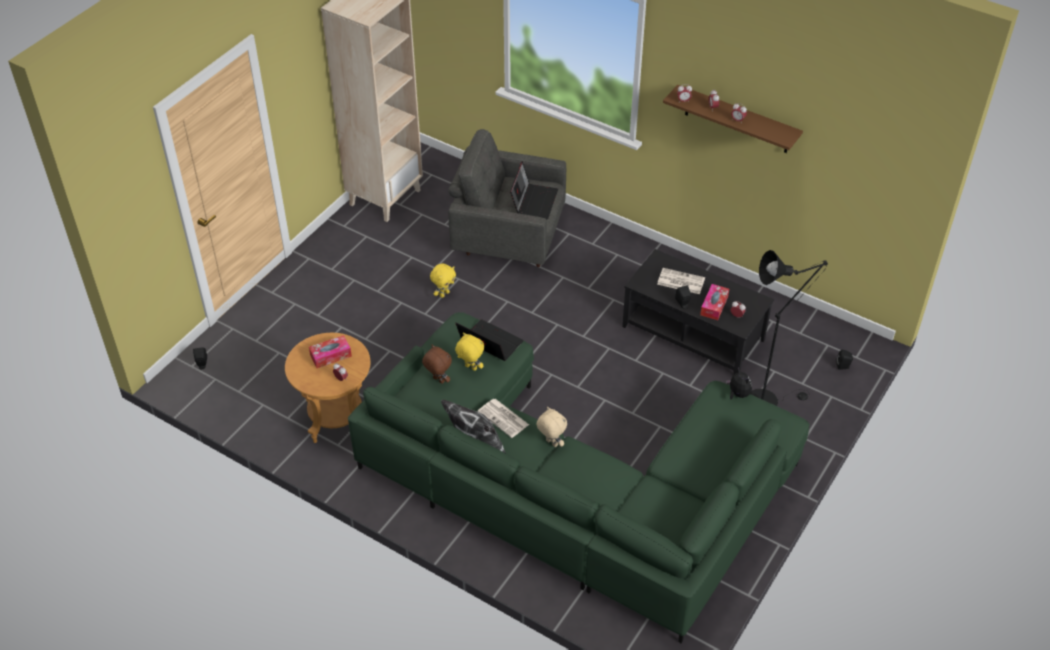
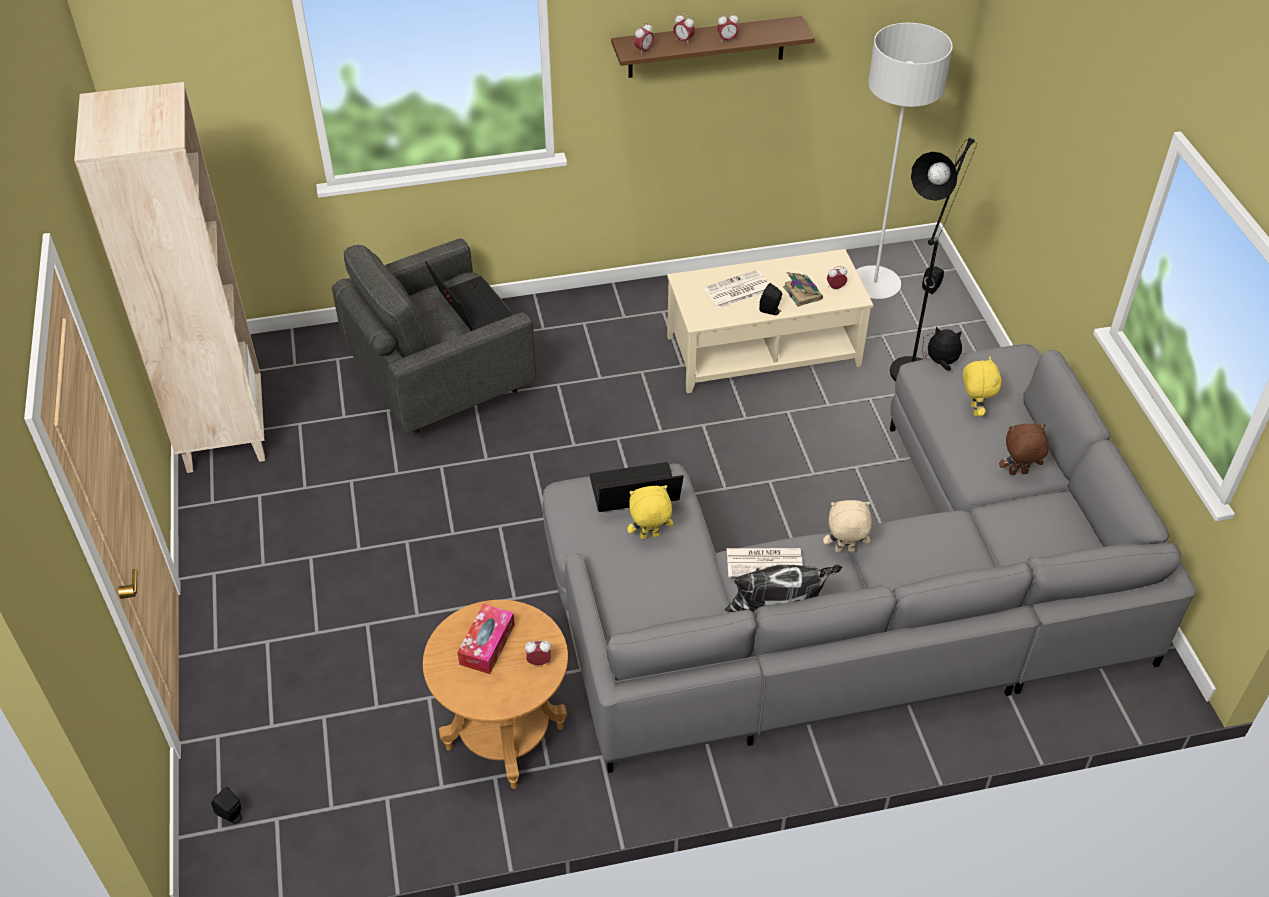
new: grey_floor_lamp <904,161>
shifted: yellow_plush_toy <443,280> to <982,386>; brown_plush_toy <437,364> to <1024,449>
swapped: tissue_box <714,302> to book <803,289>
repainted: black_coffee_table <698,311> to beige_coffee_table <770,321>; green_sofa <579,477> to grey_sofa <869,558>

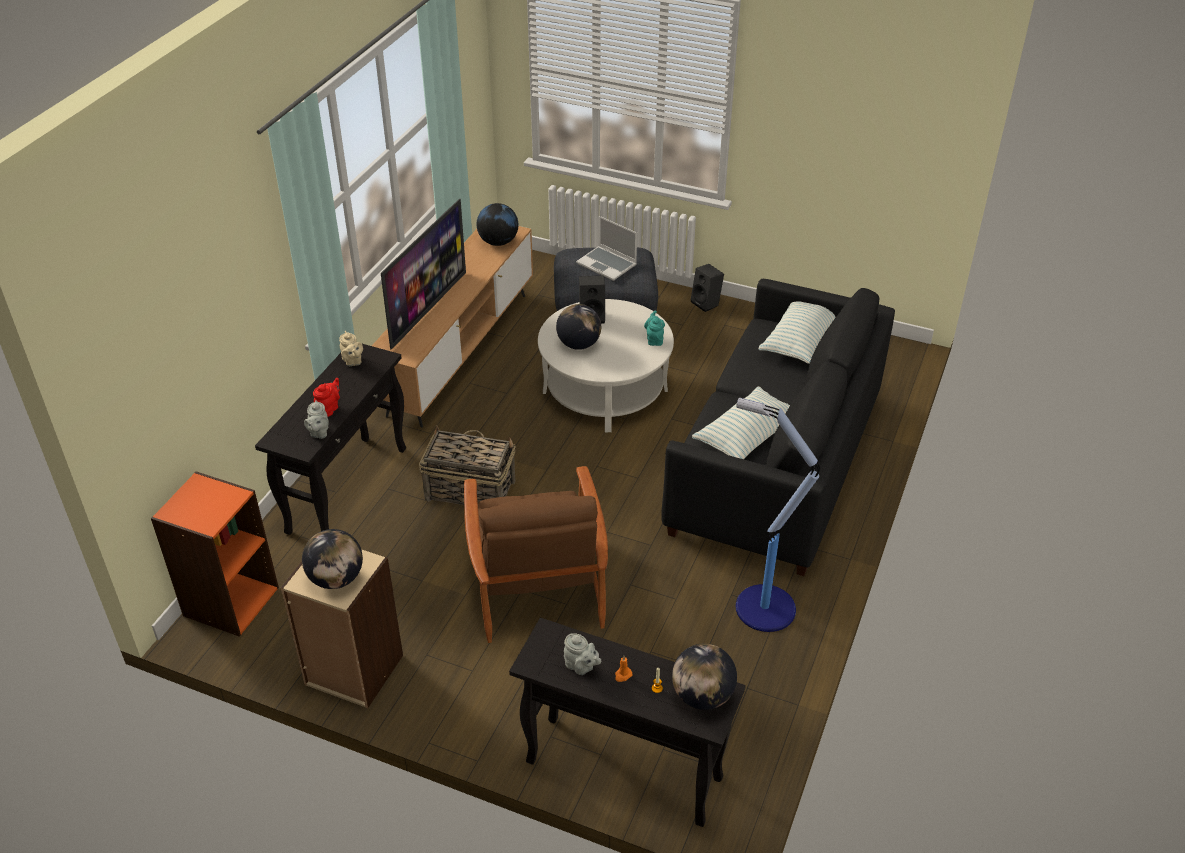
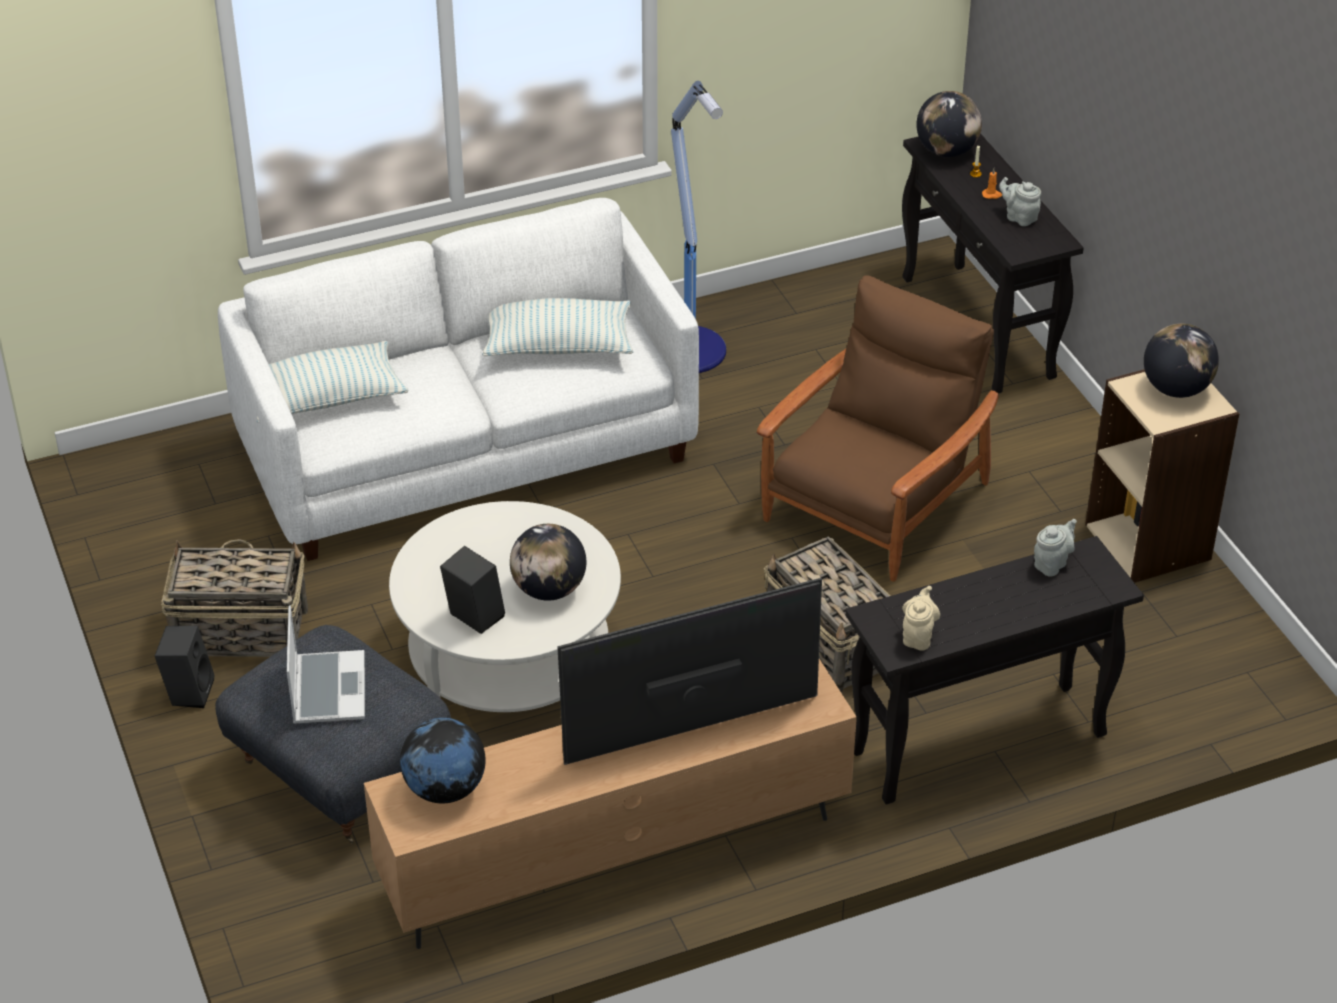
gone: turquoise_teapot <654,328>; red_teapot <326,397>; orange_bookcase <215,554>
new: basket <234,598>
repainted: black_sofa <778,427> to white_sofa <458,379>
rotated: grey_teapot <582,654> = <1020,201> 45 degrees counterclockwise

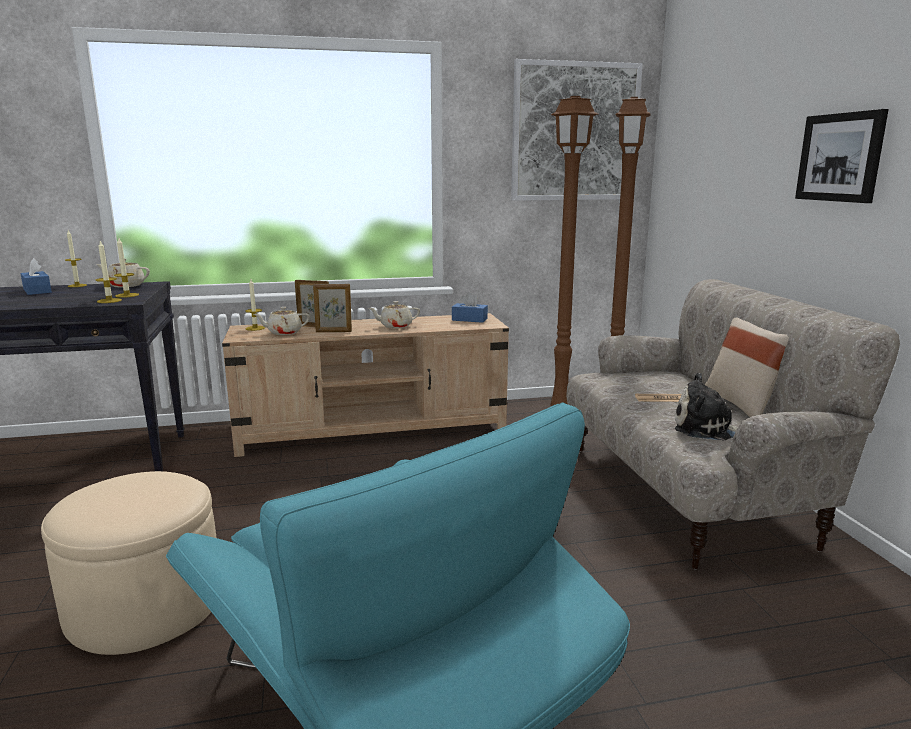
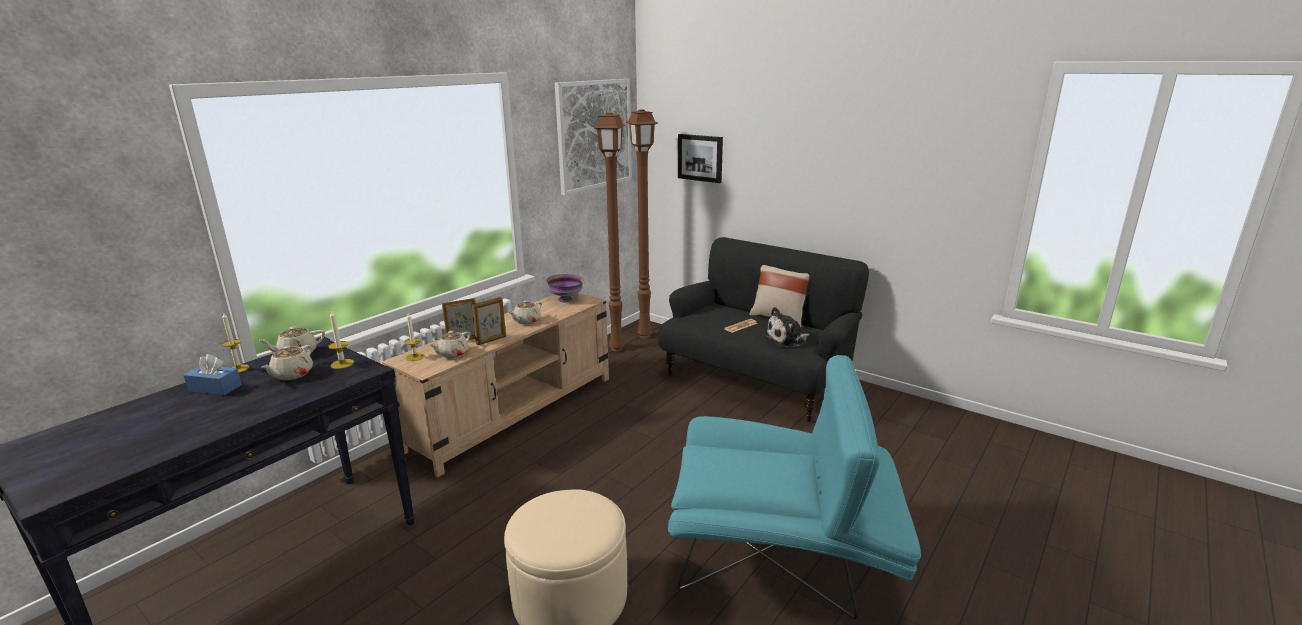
gone: candle <109,272>
new: beige_teapot <287,362>
shifted: picture <842,156> to <700,158>
swapped: blue_tissue_box <470,307> to purple_bowl <565,288>
repainted: beige_sofa <733,424> to black_sofa <763,329>

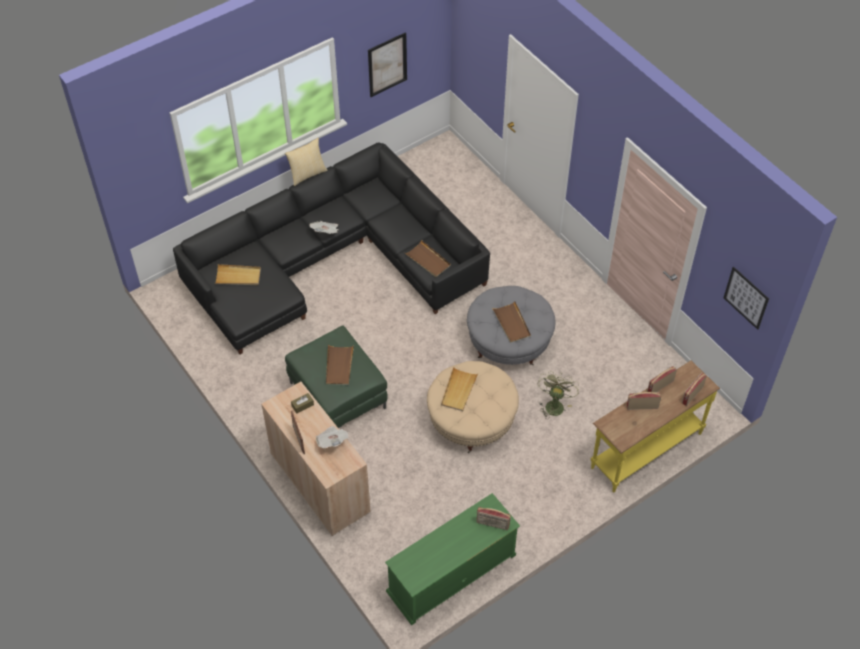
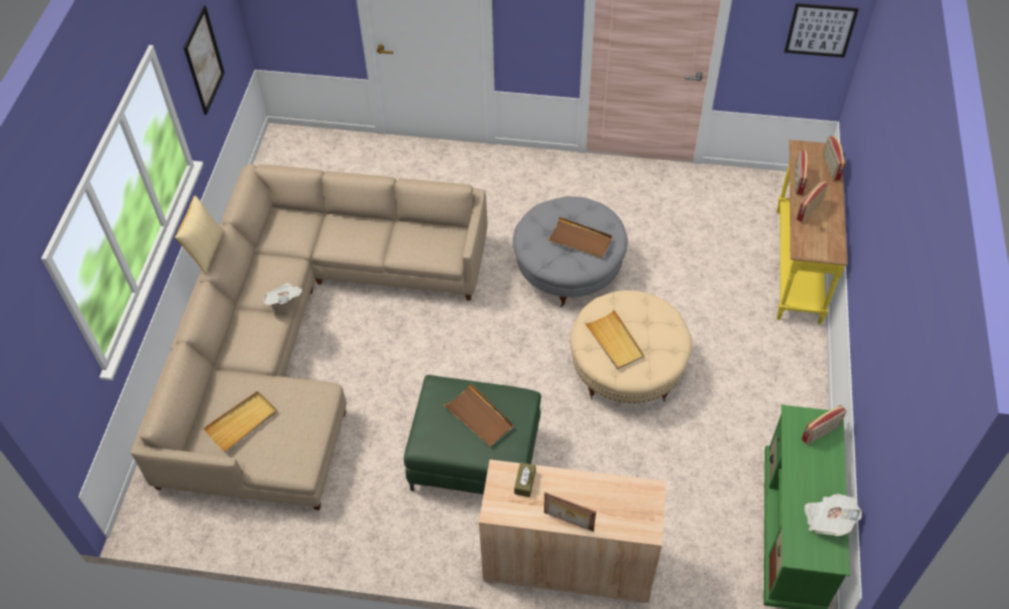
gone: brown_tray <428,258>; green_fan <558,394>
shifted: newspaper <332,437> to <833,515>
repainted: black_sofa <331,248> to beige_sofa <309,337>

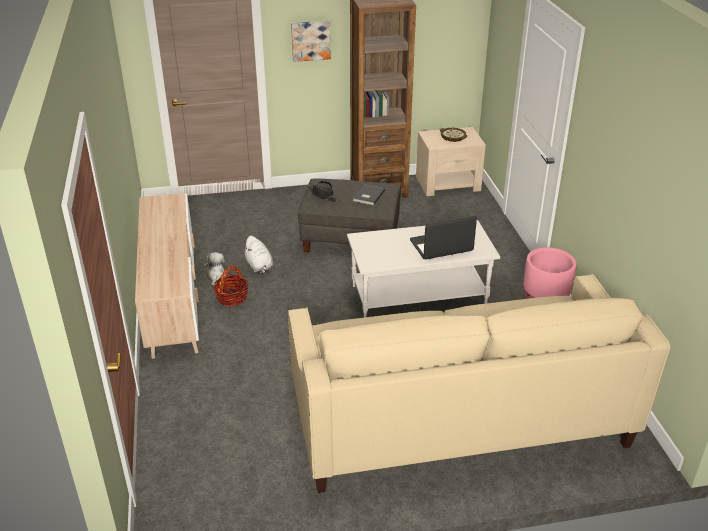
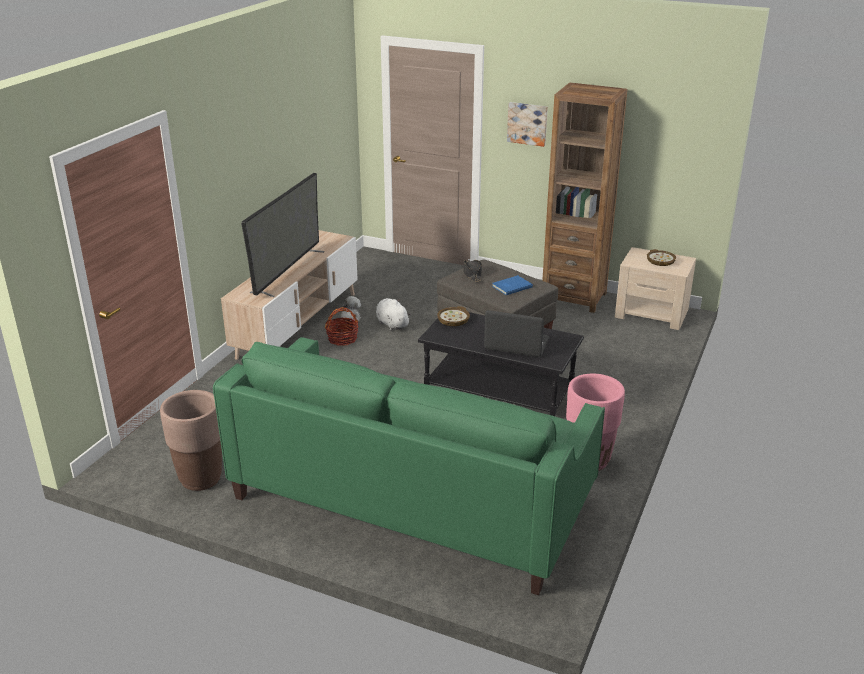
new: television <282,235>; bowl <453,316>; brown_planter <191,440>
repainted: grey_book <368,195> to blue_book <512,285>; white_coffee_table <423,269> to black_coffee_table <501,364>; beige_sofa <479,383> to green_sofa <409,466>
rotated: white_plush_toy <258,255> = <393,314> 135 degrees clockwise

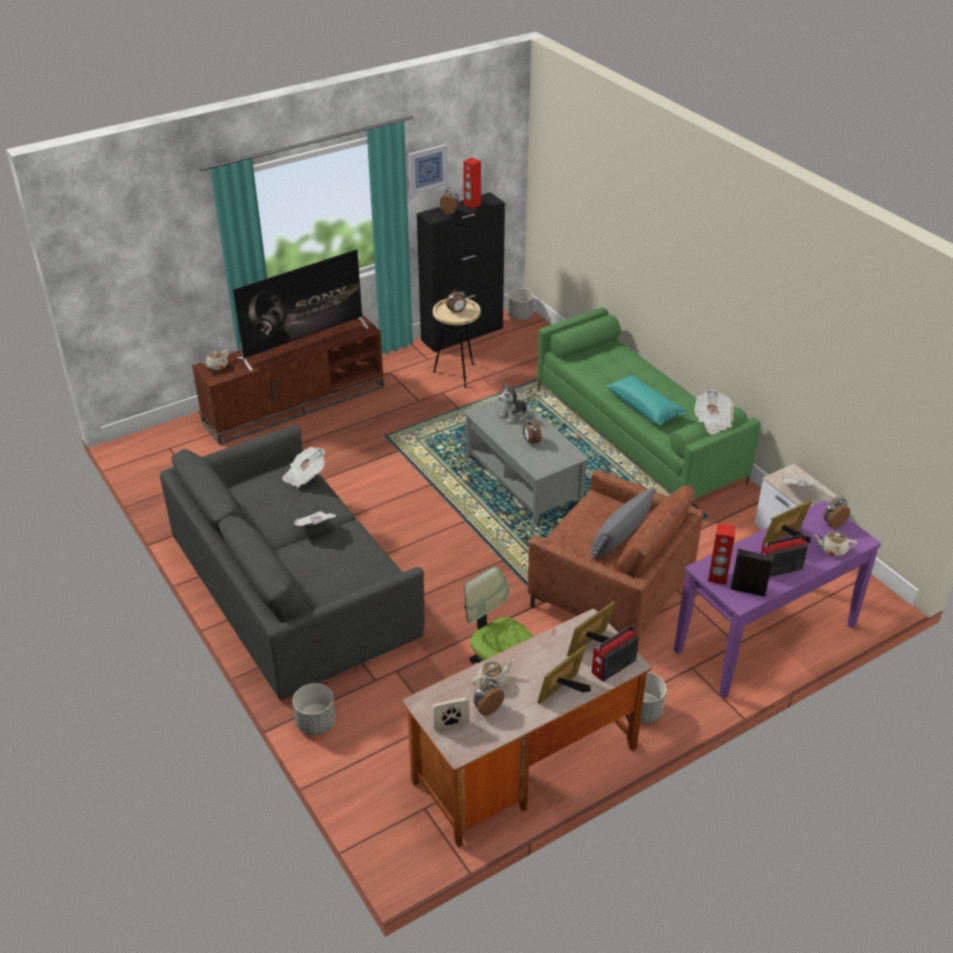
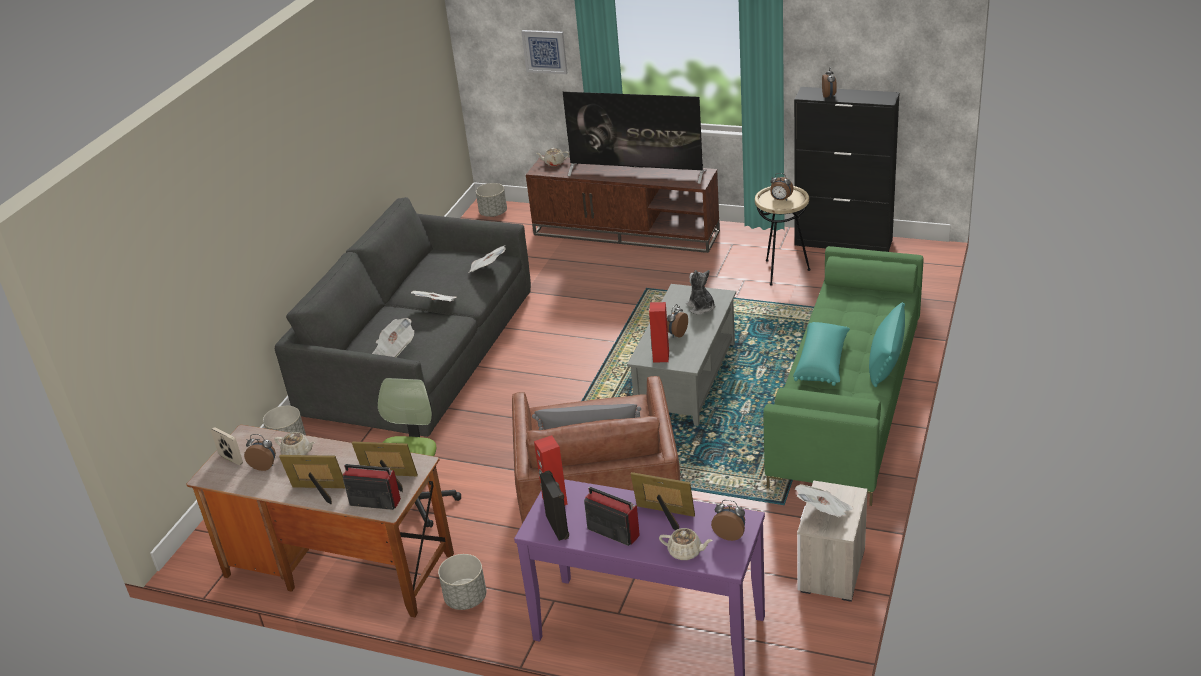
new: turquoise_pillow <887,344>
shifted: picture <428,169> to <544,52>; red_speaker <472,183> to <659,332>; grey_planter <520,304> to <491,200>; newspaper <713,411> to <393,337>
rotated: plush_toy <514,404> = <700,292> 45 degrees clockwise; beige_teapot <835,544> = <686,544> 135 degrees clockwise

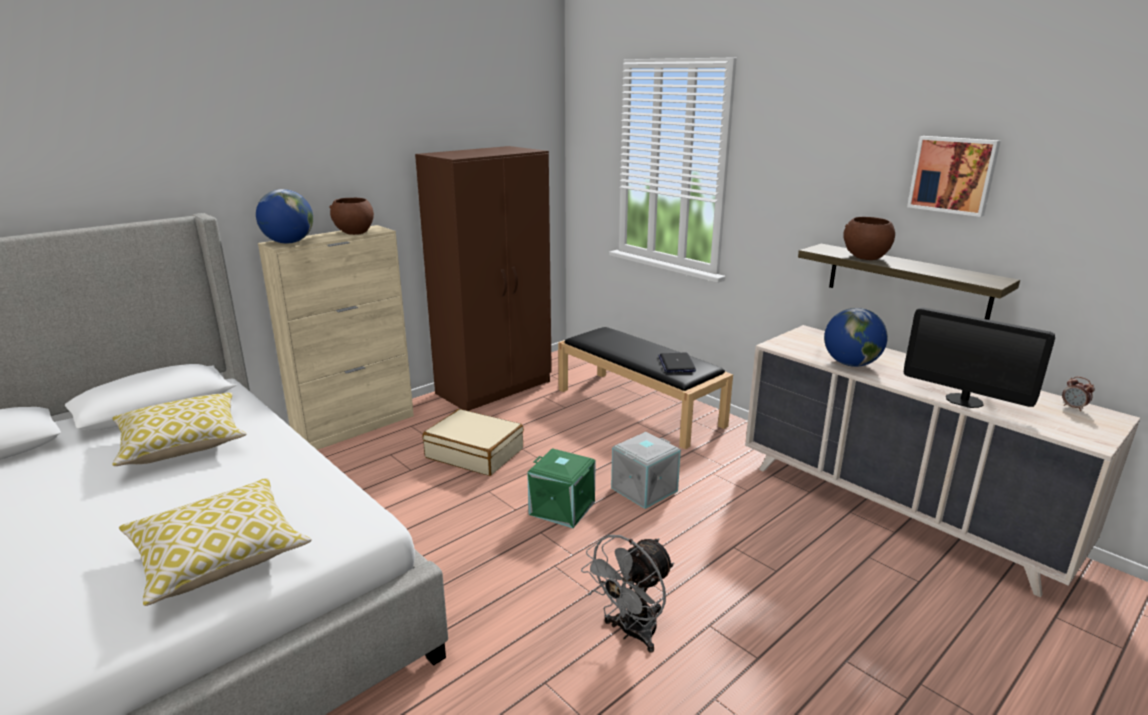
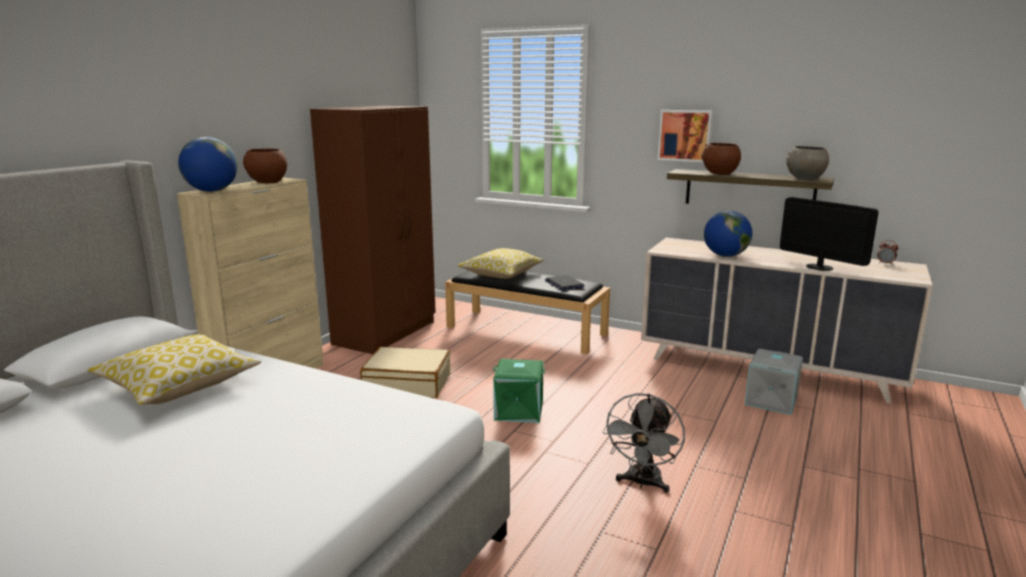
new: grey_bowl <807,163>
shifted: picture <954,176> to <685,136>; grey_storage_box <646,470> to <774,382>; pillow <215,542> to <500,263>
rotated: monitor <979,357> = <829,234> 150 degrees counterclockwise

